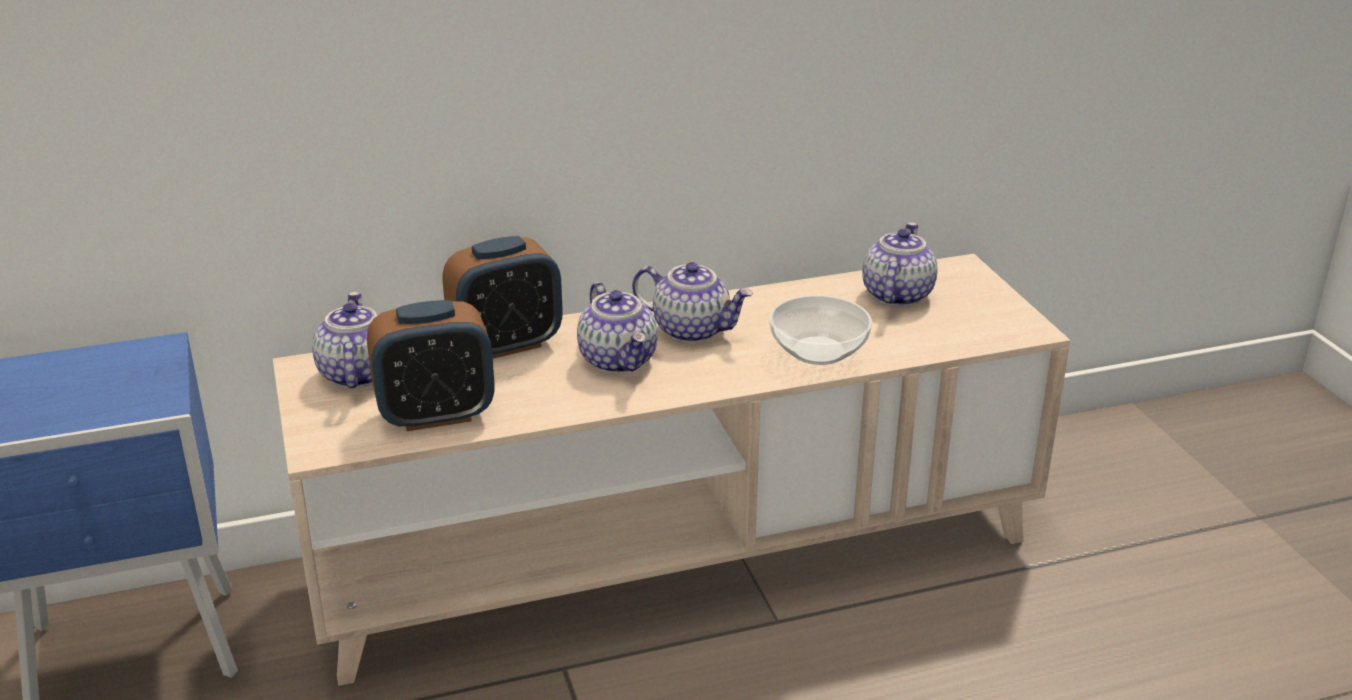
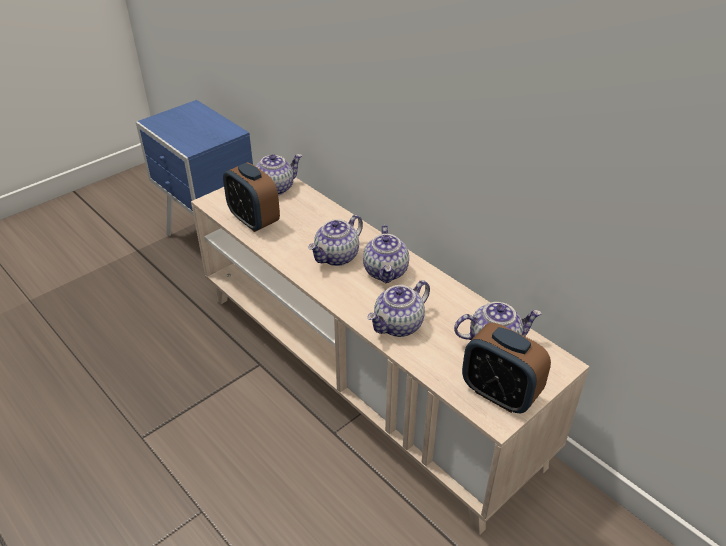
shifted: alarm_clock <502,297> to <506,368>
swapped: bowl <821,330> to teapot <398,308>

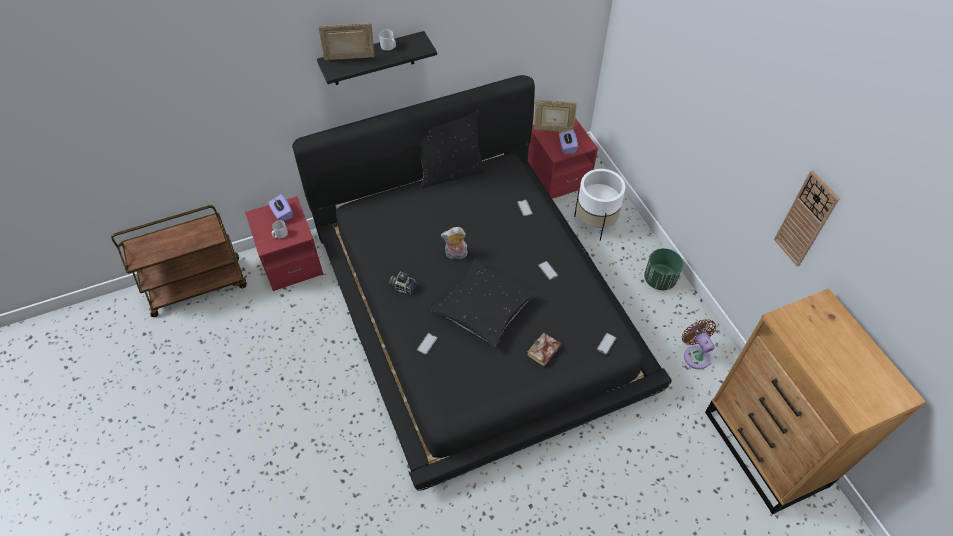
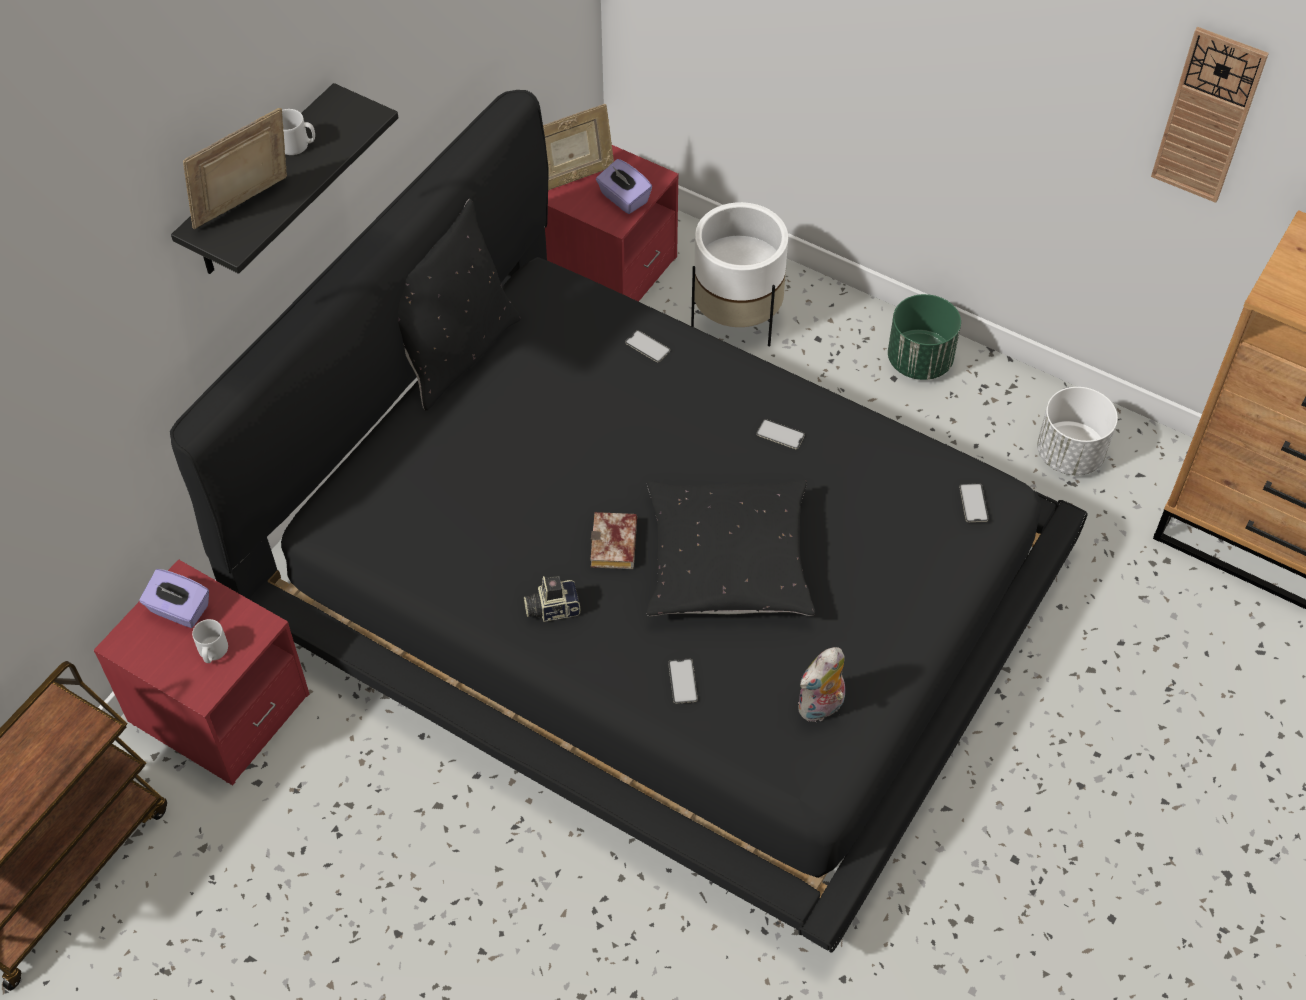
shifted: plush_toy <454,243> to <821,685>; book <544,349> to <613,540>
swapped: brown_fan <699,344> to white_planter <1077,431>

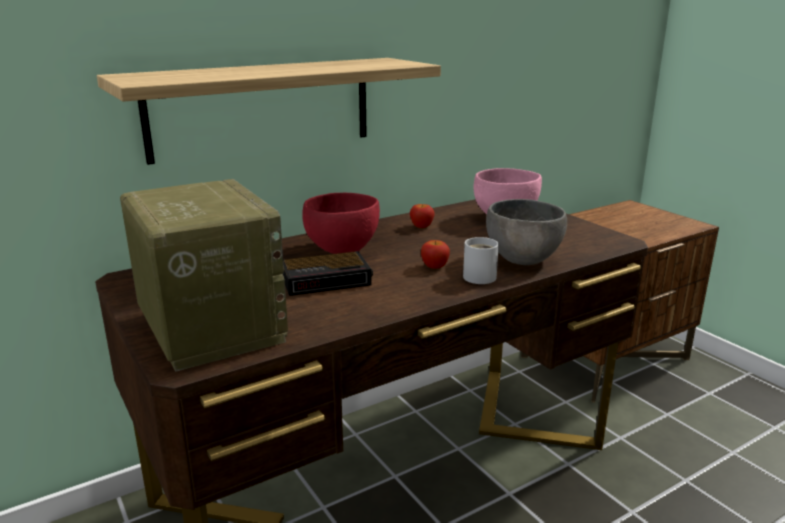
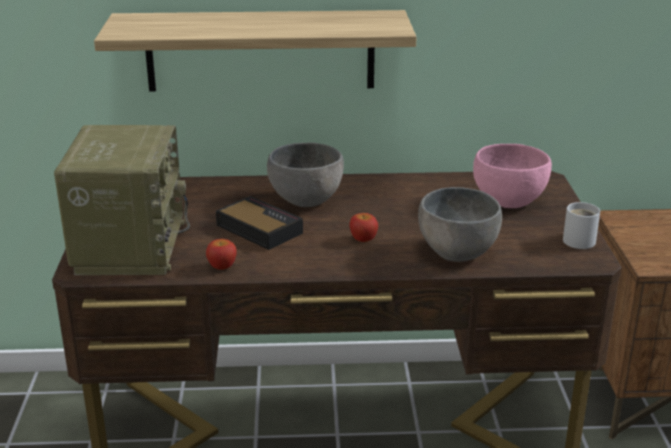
shifted: apple <422,216> to <221,254>; white_mug <481,260> to <581,225>
repainted: red_bowl <341,223> to grey_bowl <305,175>
rotated: alarm_clock <328,273> = <259,223> 150 degrees counterclockwise

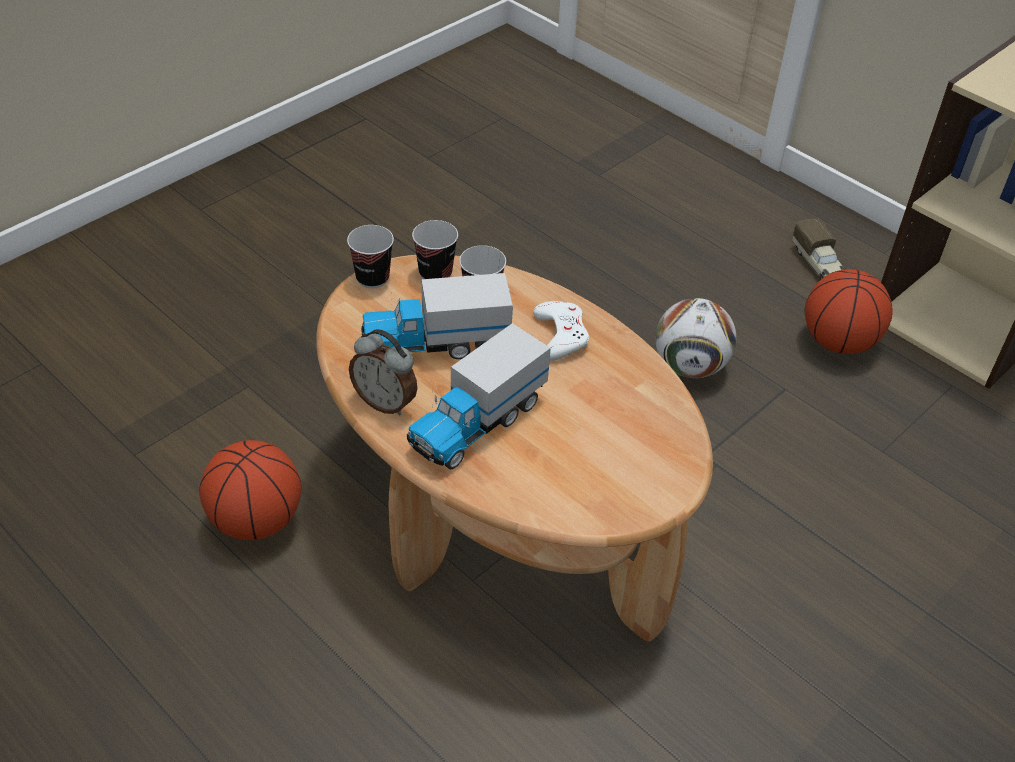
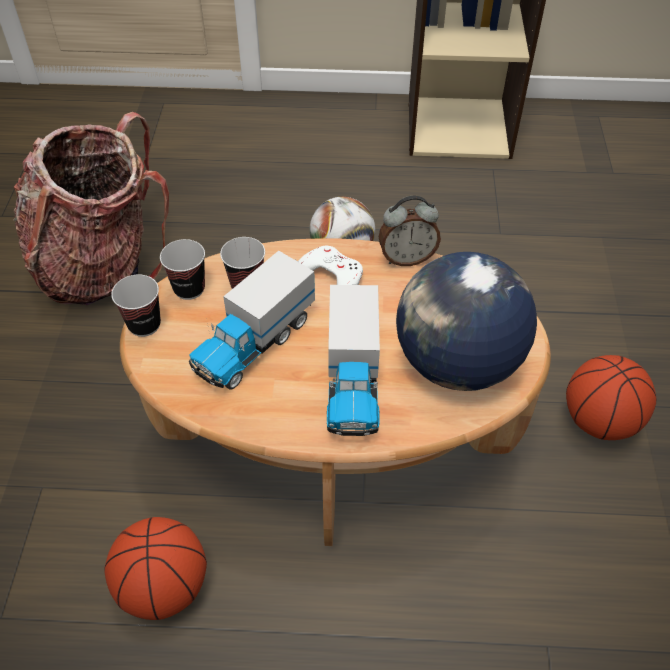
gone: toy_truck <818,249>
new: backpack <91,208>; globe <466,321>
shifted: basketball <849,311> to <611,397>; alarm_clock <383,372> to <410,231>

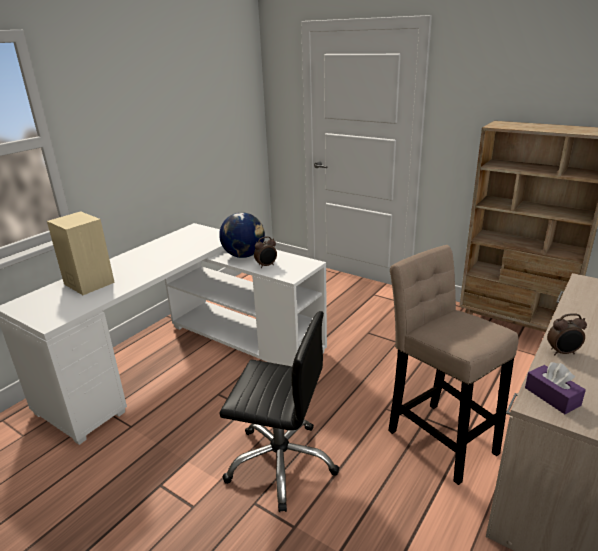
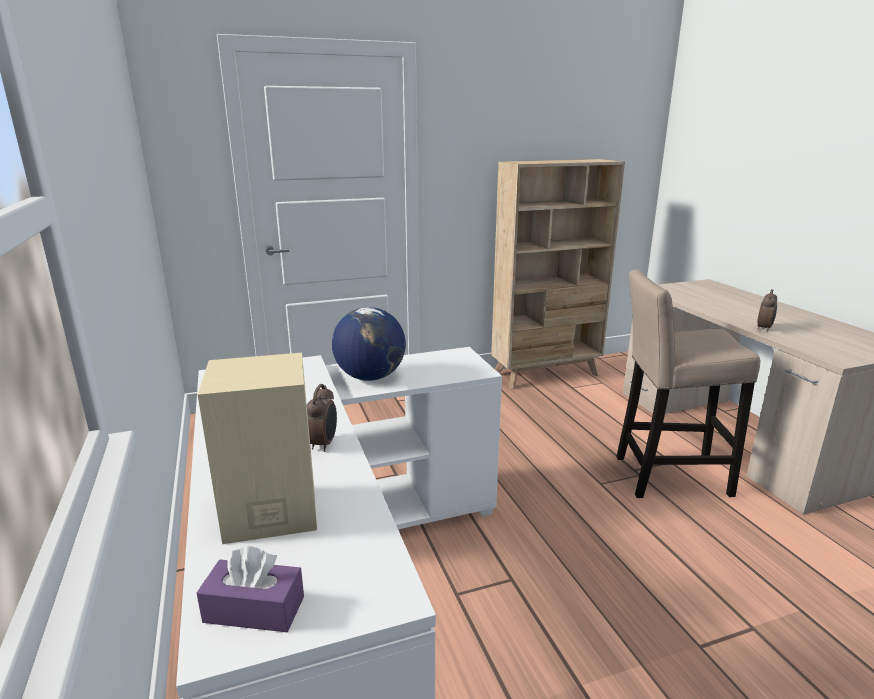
gone: black_office_chair <279,411>
shifted: alarm_clock <265,252> to <322,418>; purple_tissue_box <555,388> to <250,589>

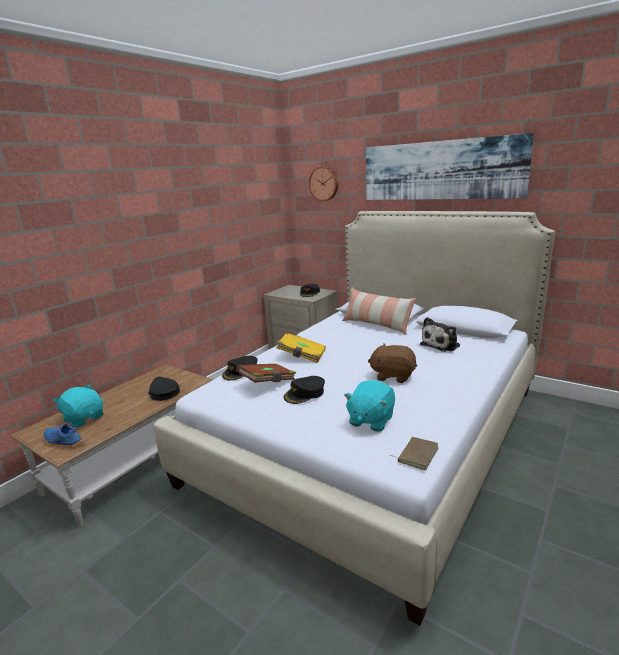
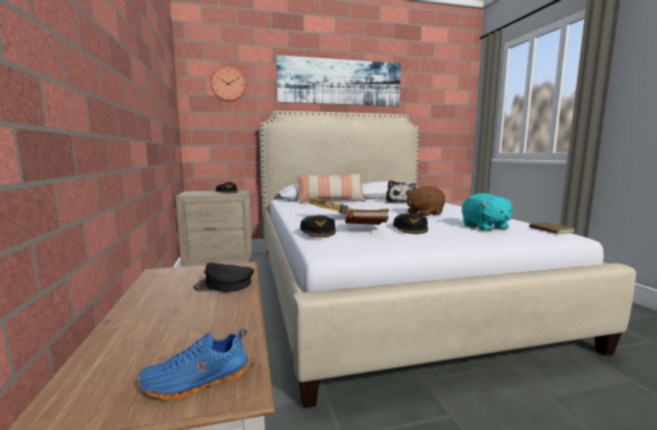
gone: turquoise_plush_toy <78,406>

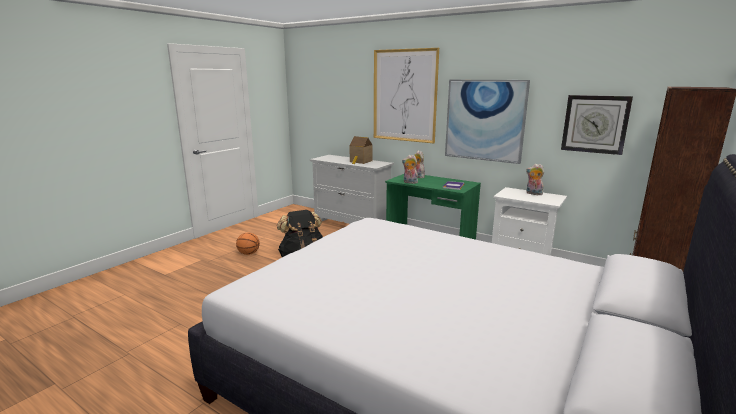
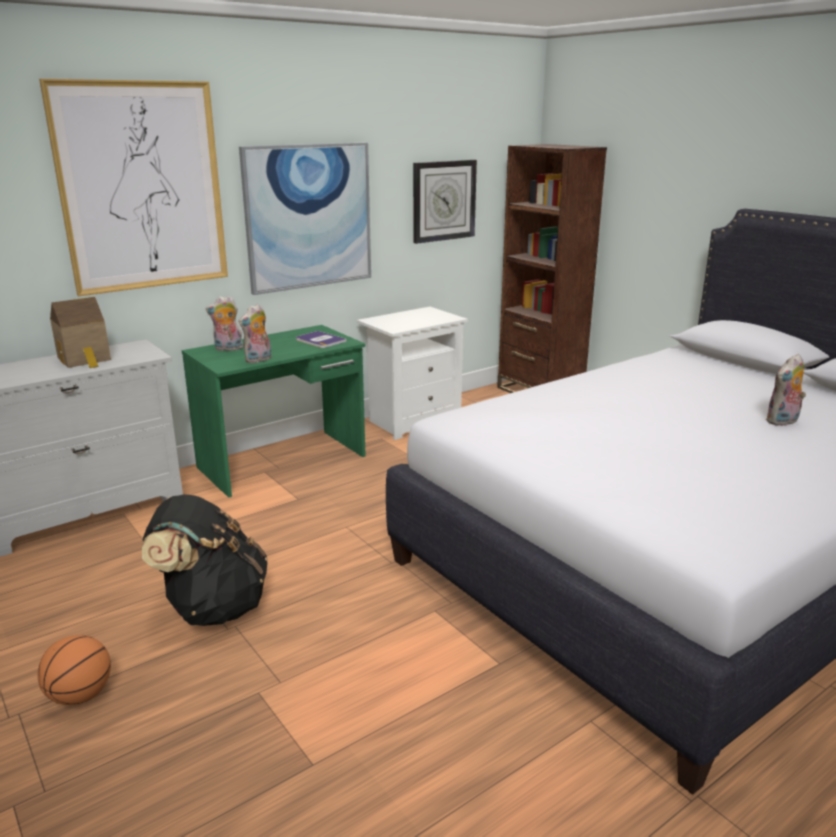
shifted: plush_toy <535,179> to <786,390>

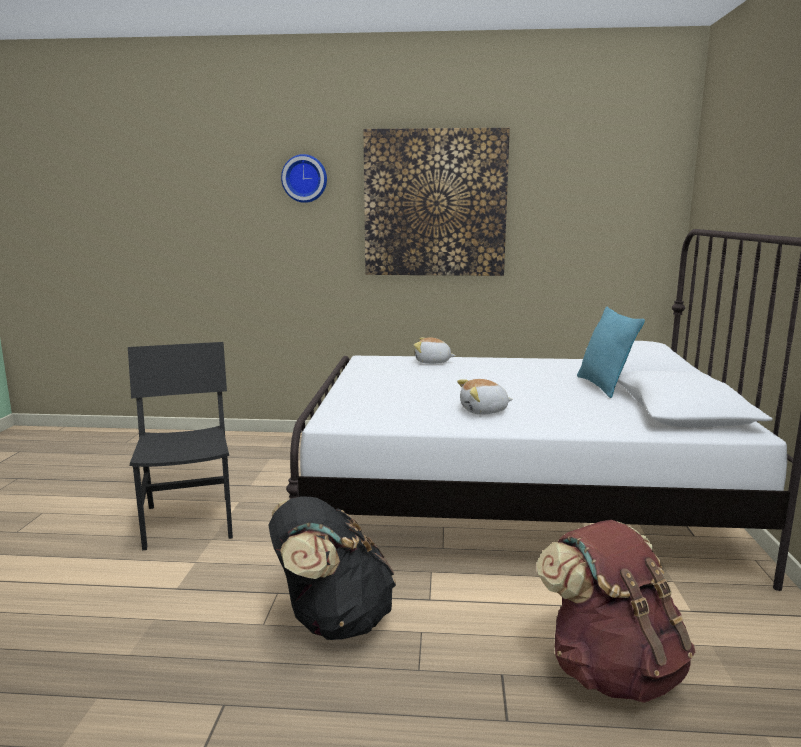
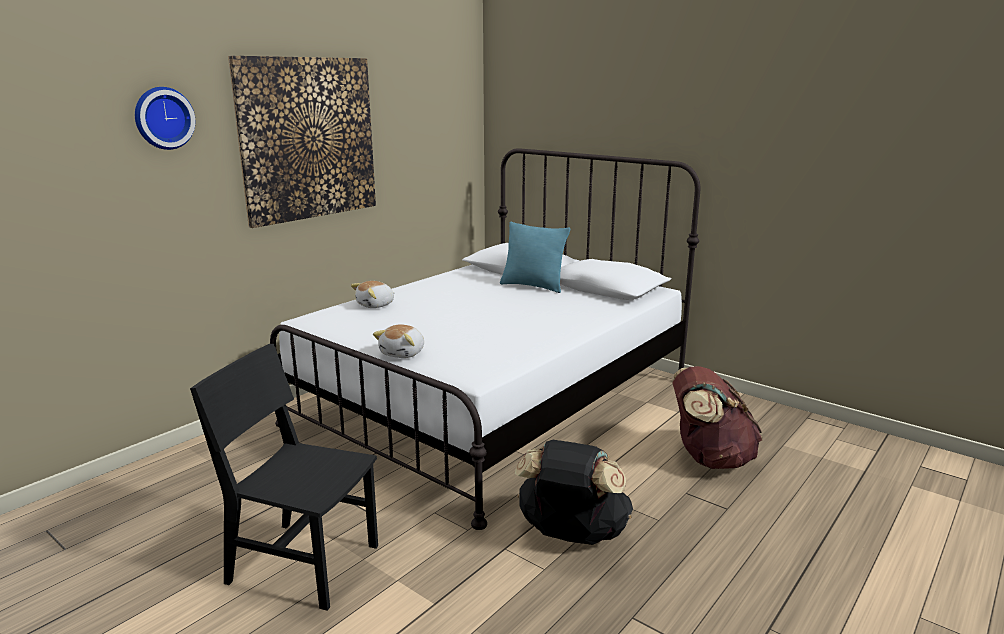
shifted: plush_toy <485,396> to <398,341>

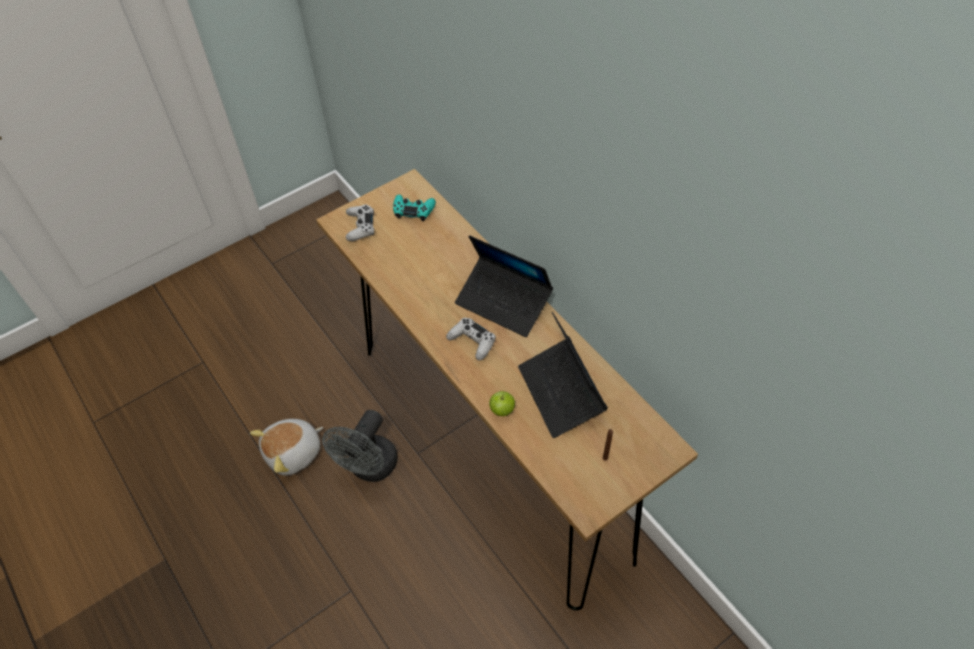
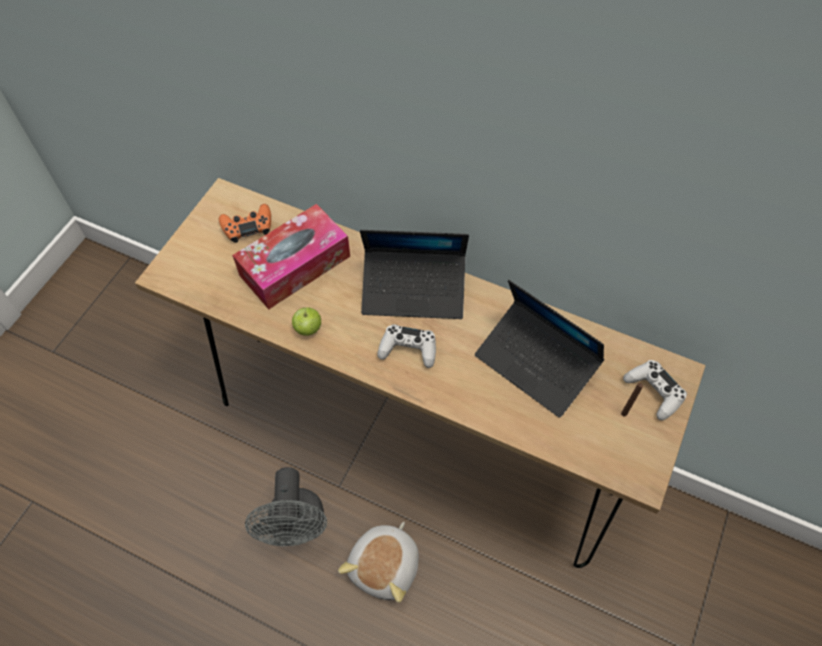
new: tissue_box <291,256>
shifted: white_game_controller <360,223> to <655,390>; apple <502,403> to <306,321>; plush_toy <286,447> to <378,562>
repainted: turquoise_game_controller <414,207> to orange_game_controller <245,223>

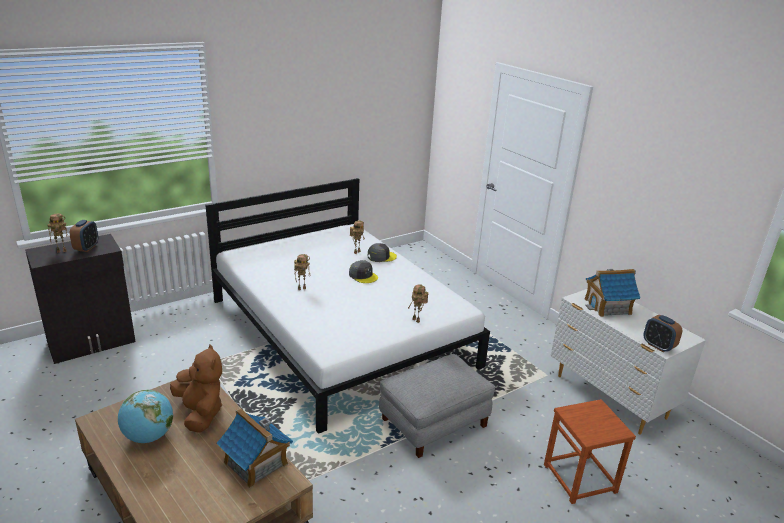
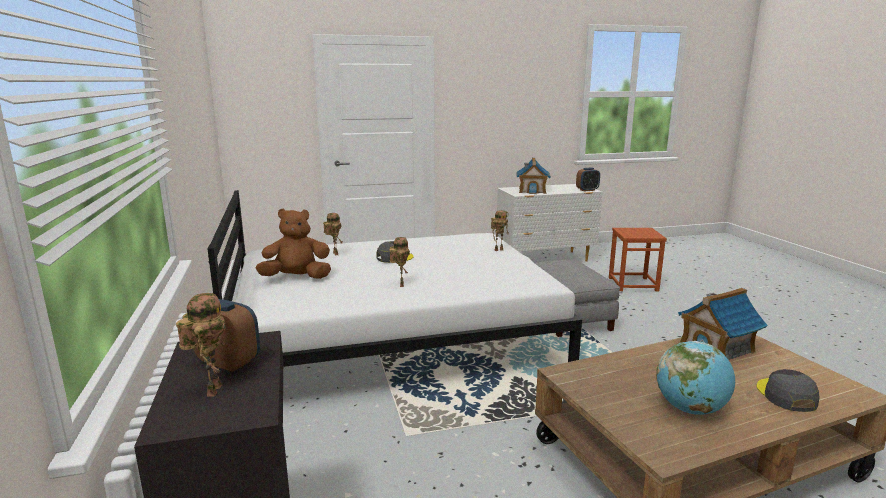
shifted: grey_cap <382,252> to <787,390>; brown_plush_toy <196,388> to <293,244>

